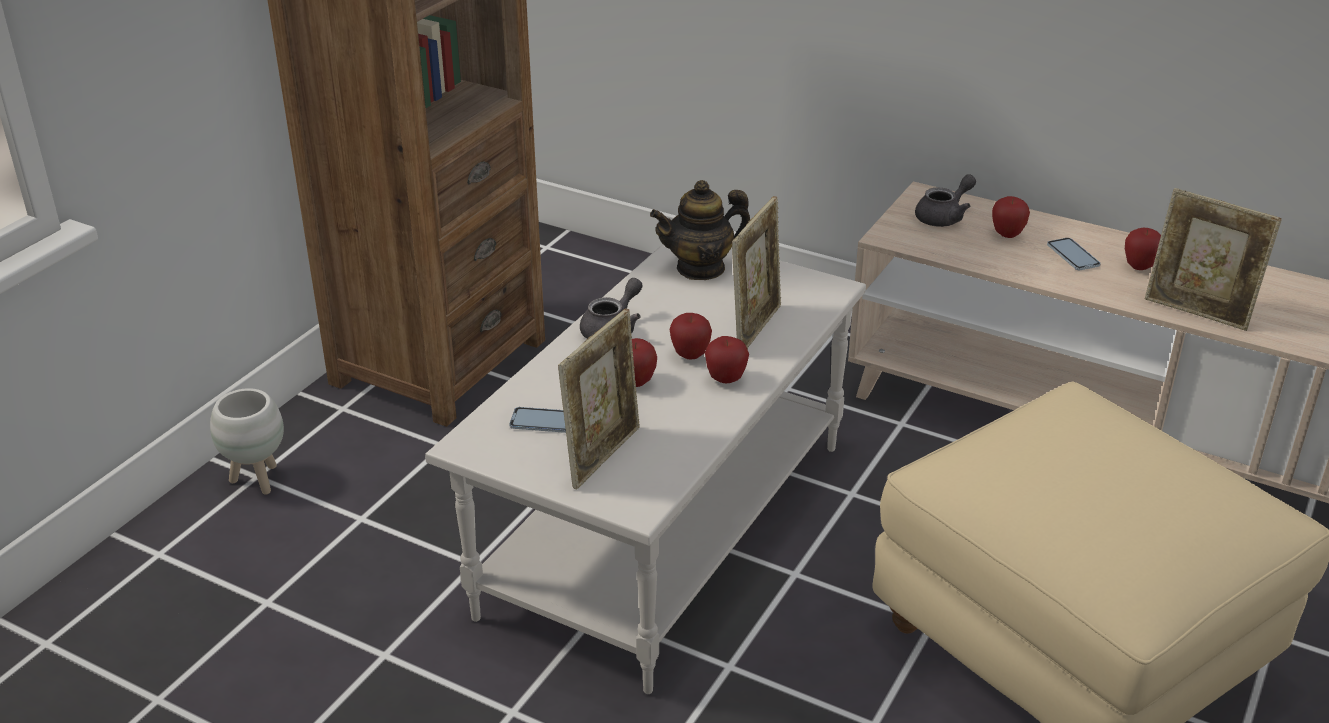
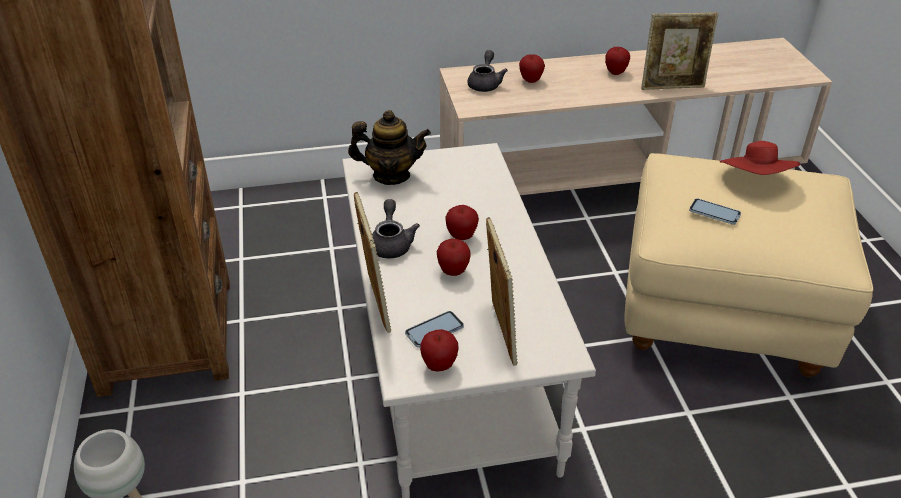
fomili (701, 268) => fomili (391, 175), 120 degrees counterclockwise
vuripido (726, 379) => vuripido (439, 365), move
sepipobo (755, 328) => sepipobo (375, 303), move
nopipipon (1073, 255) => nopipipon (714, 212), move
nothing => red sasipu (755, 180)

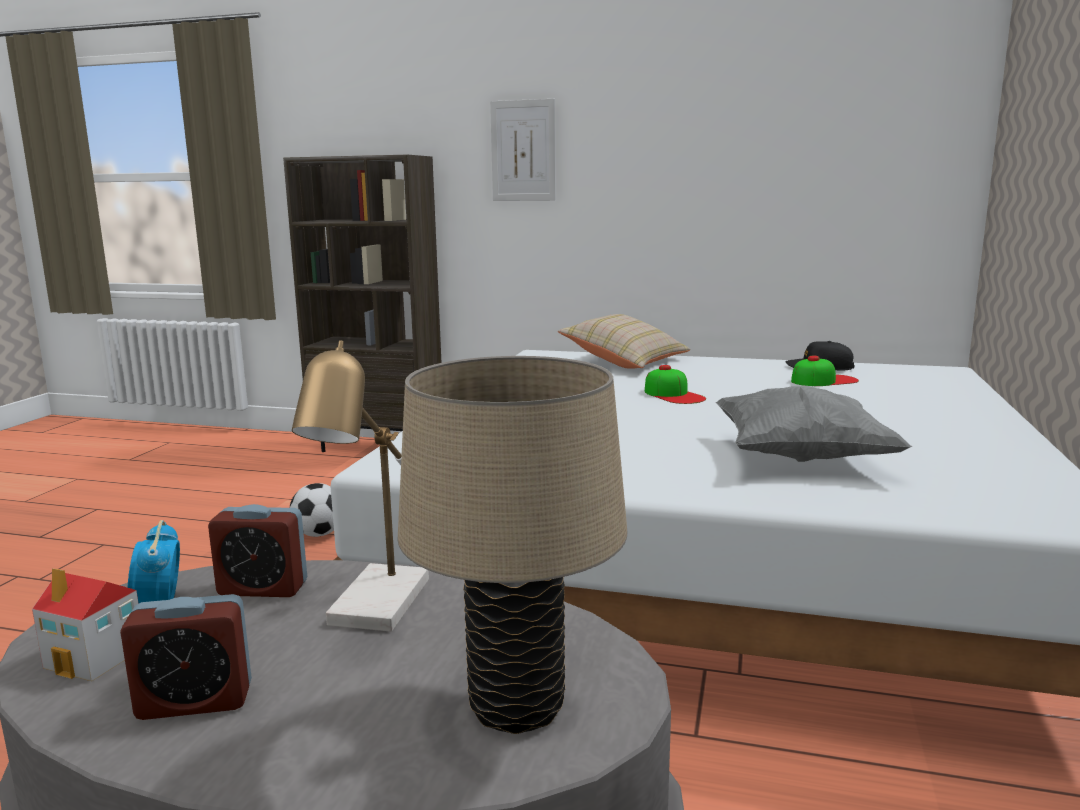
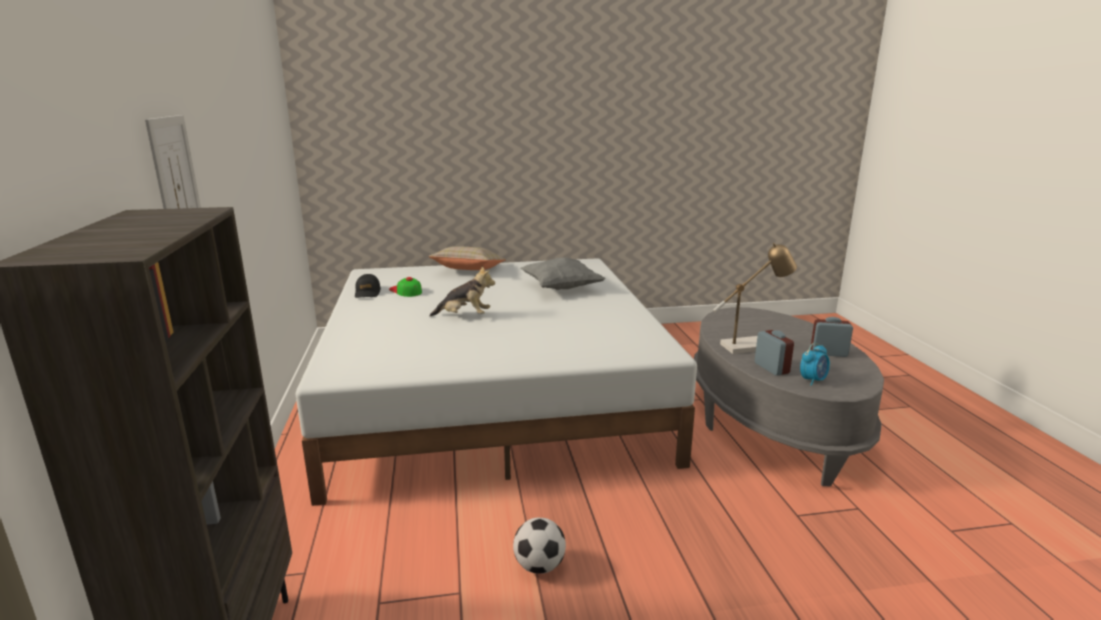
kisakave (96, 657) => nothing
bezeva (195, 701) => bezeva (828, 353), 45 degrees counterclockwise
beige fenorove (517, 707) => nothing
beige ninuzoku (624, 362) => beige ninuzoku (468, 271), move
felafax (674, 395) => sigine (464, 316)

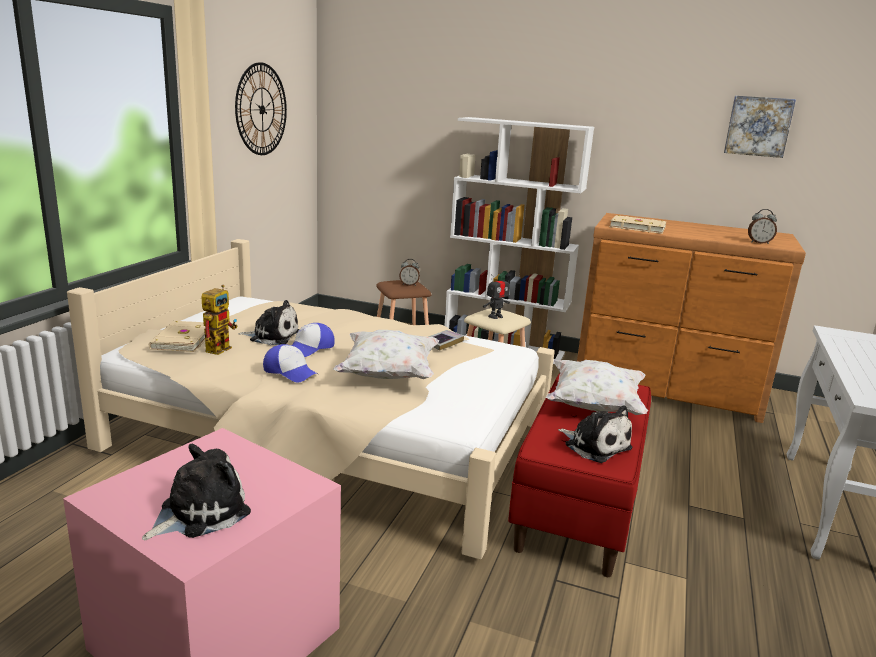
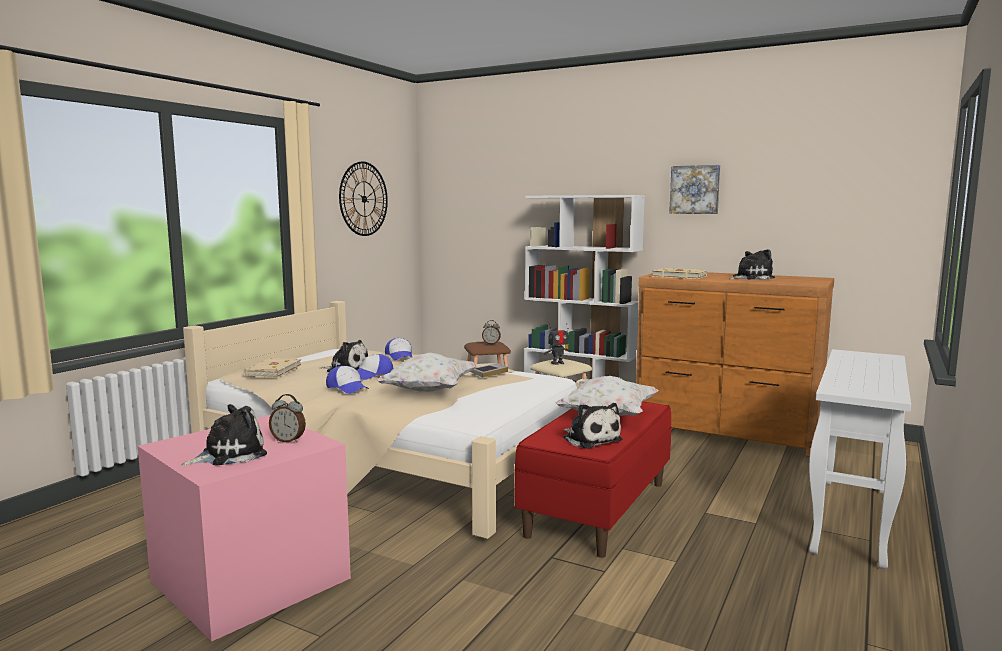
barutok (220, 347) => nothing
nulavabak (758, 126) => nulavabak (695, 189), move
bezeva (759, 242) => bezeva (288, 440), move
nothing => felafax (400, 356)
nothing => sigine (750, 278)

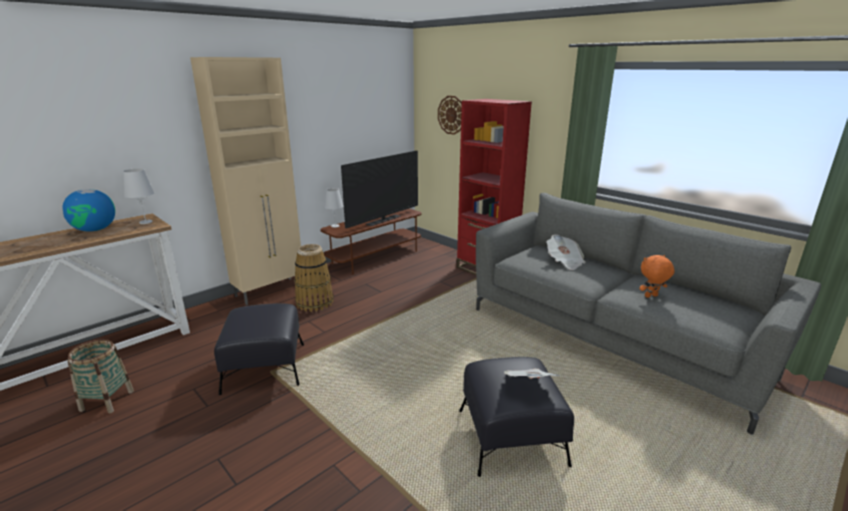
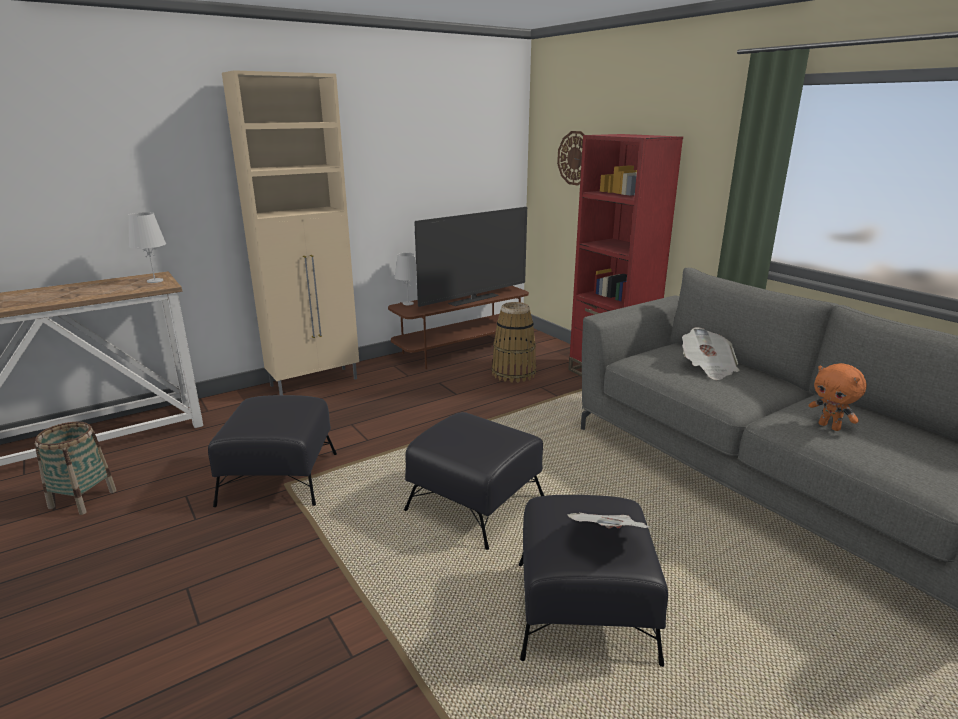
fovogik (95, 230) => nothing
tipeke (315, 302) => tipeke (514, 373), move
orange sigine (651, 296) => orange sigine (830, 427), 120 degrees counterclockwise
nothing => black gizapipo (475, 504)

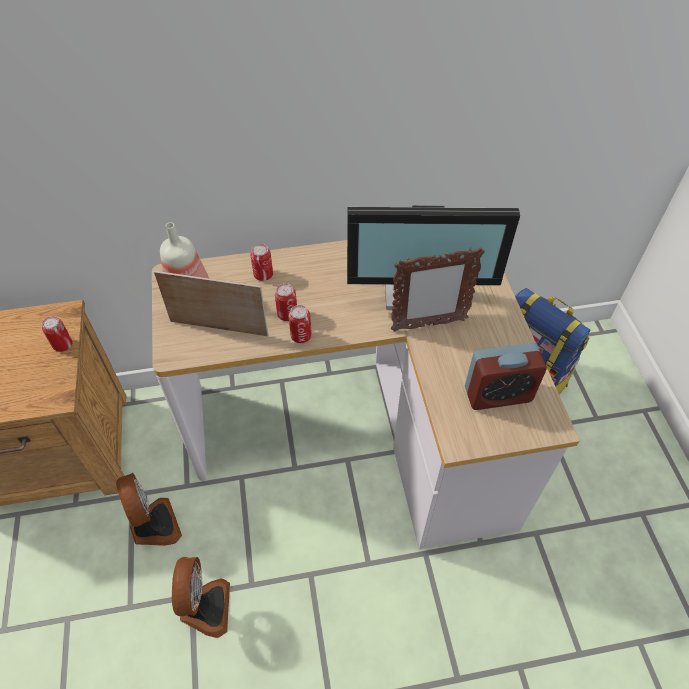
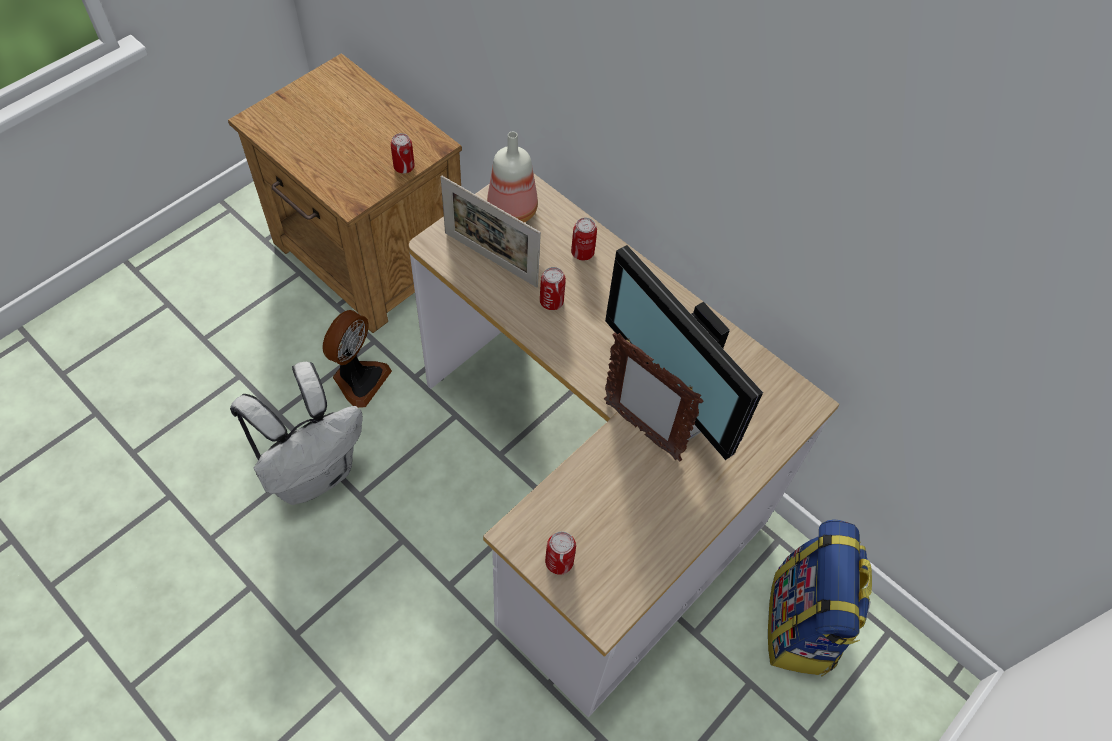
sepipobo (219, 328) => sepipobo (490, 259), 150 degrees clockwise
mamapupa (204, 608) => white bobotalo (314, 472)
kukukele (301, 336) => kukukele (559, 562), move
bezeva (497, 394) => nothing

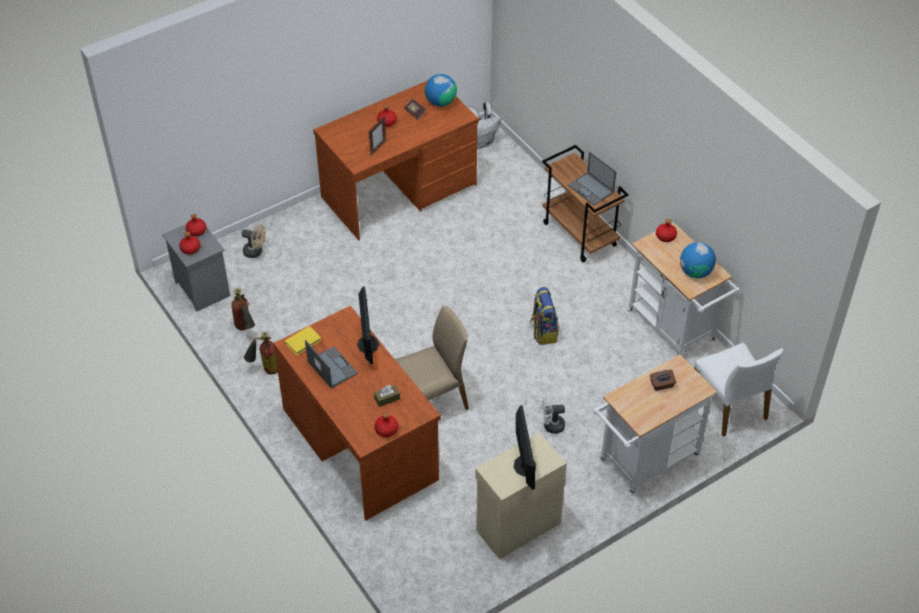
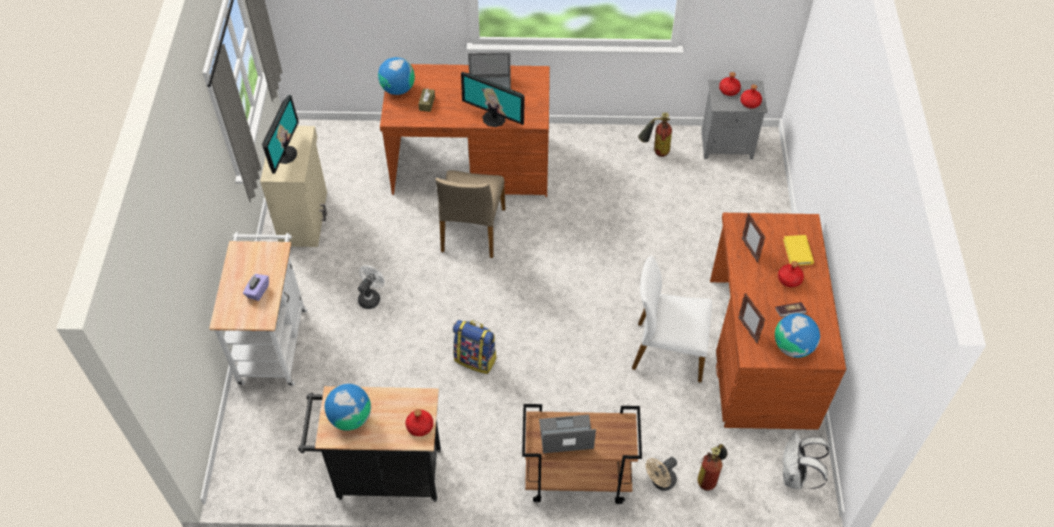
beige mamapupa (255, 252) => beige mamapupa (660, 482), move
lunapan (265, 369) => lunapan (710, 476), move
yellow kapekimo (303, 342) => yellow kapekimo (798, 251), move
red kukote (386, 429) => fovogik (398, 89)
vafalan (524, 466) => vafalan (285, 154), 105 degrees counterclockwise
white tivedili (675, 329) => black tivedili (382, 474)
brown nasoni (662, 385) => purple nasoni (257, 291)
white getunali (729, 405) => white getunali (668, 350), move
nothing => sepipobo (747, 330)

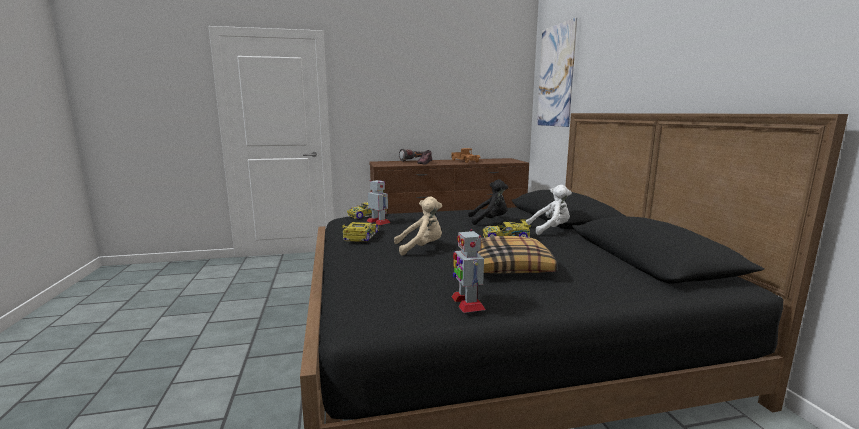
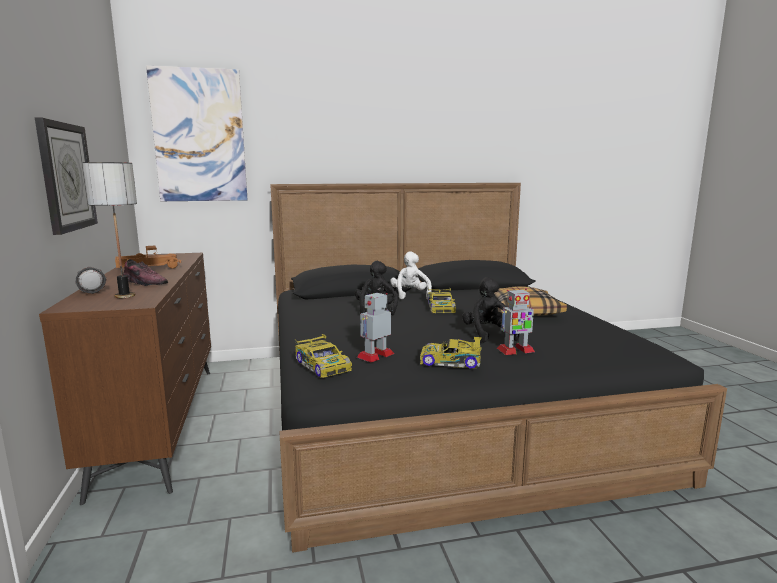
beige sigine (421, 248) => black sigine (488, 334)
barutok (467, 303) => barutok (515, 350), move
nothing => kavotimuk (66, 177)
nothing => fenorove (124, 296)

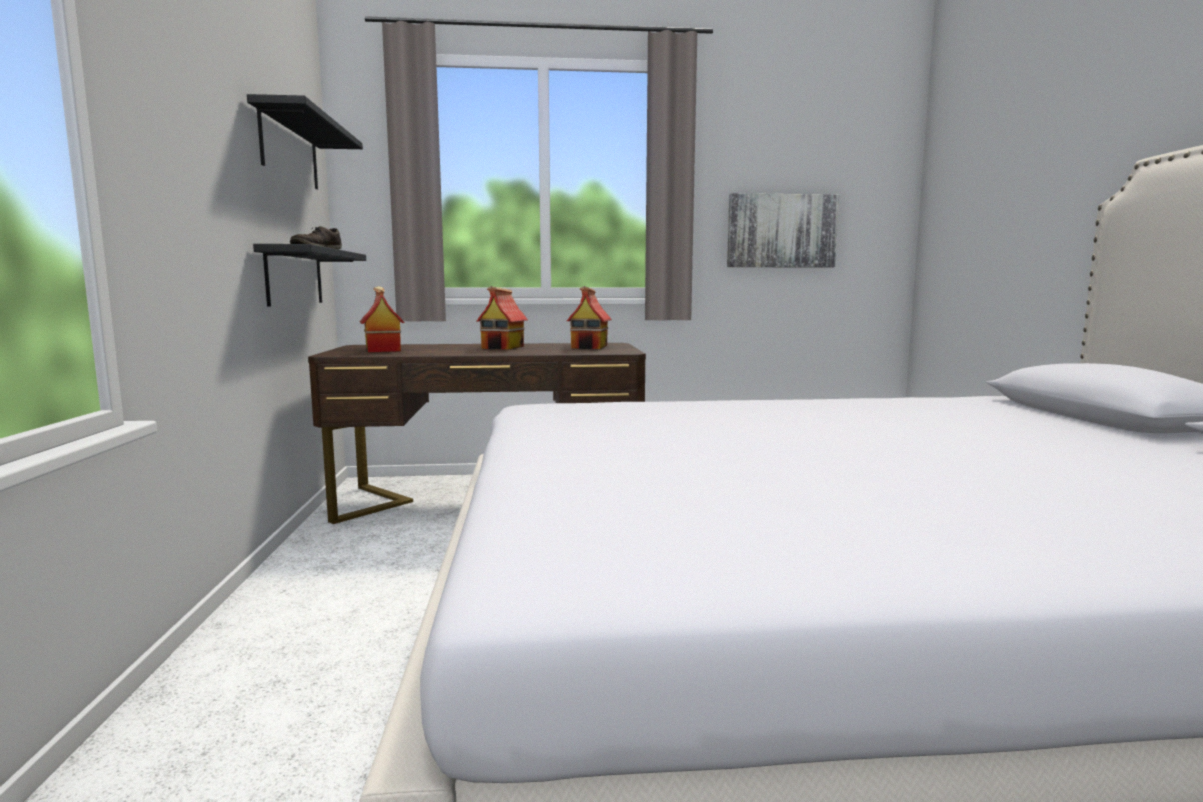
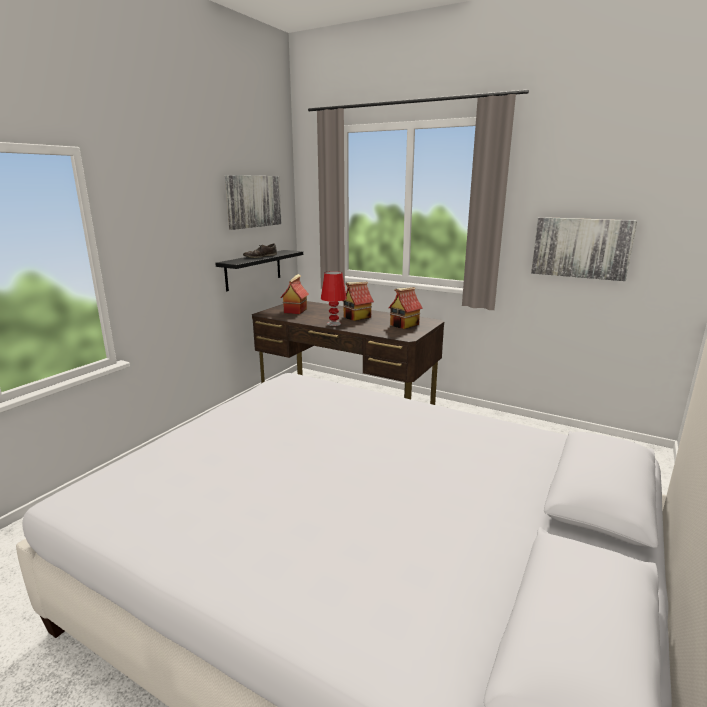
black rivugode (289, 150) => nulavabak (253, 201)
nothing => red fenorove (334, 323)

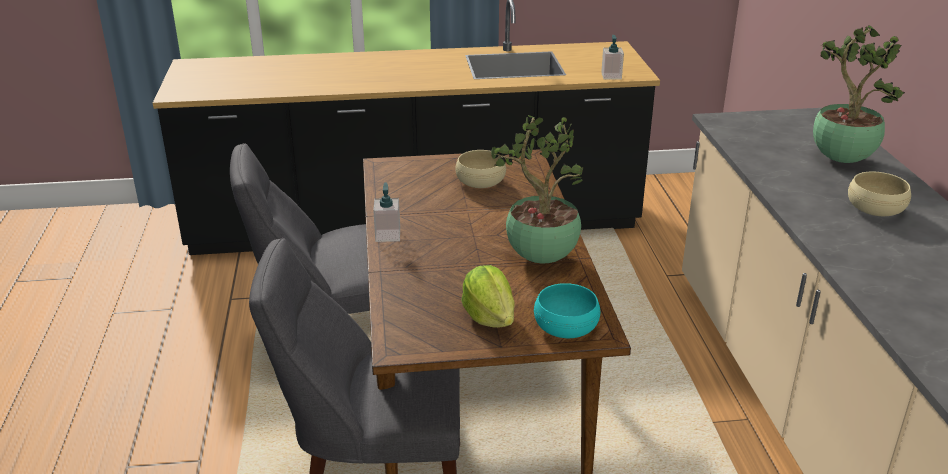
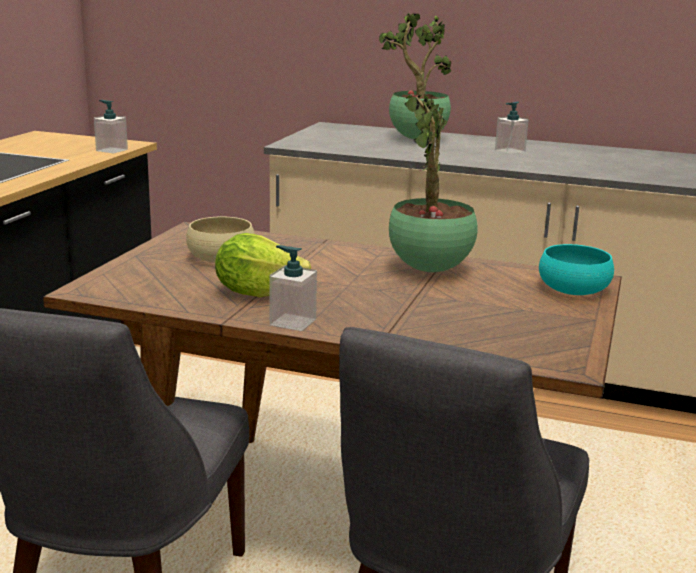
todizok (489, 317) => todizok (257, 292), move
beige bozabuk (875, 209) => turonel (510, 151)

